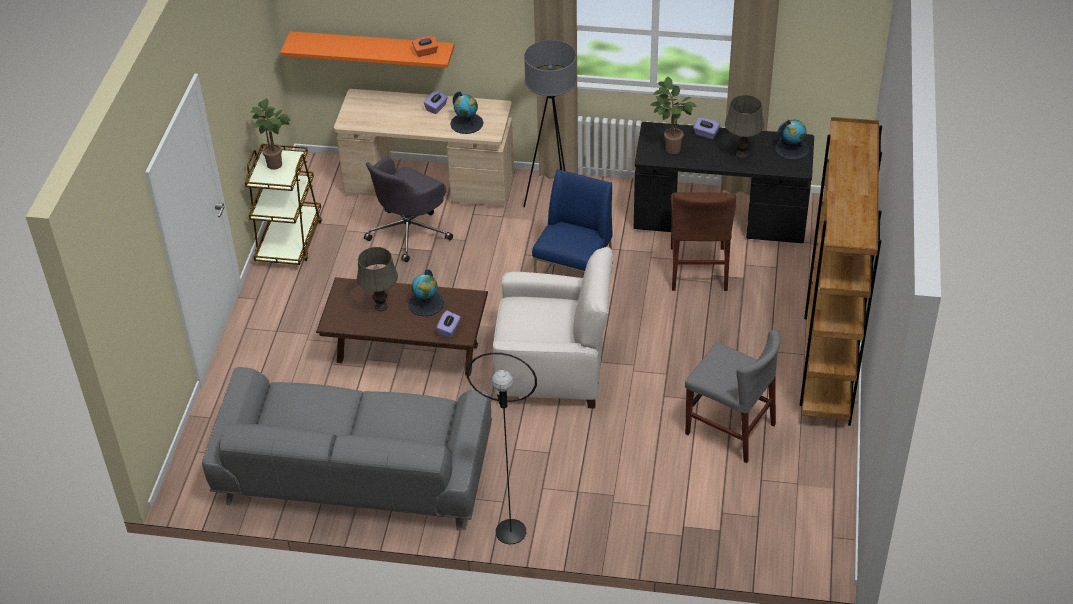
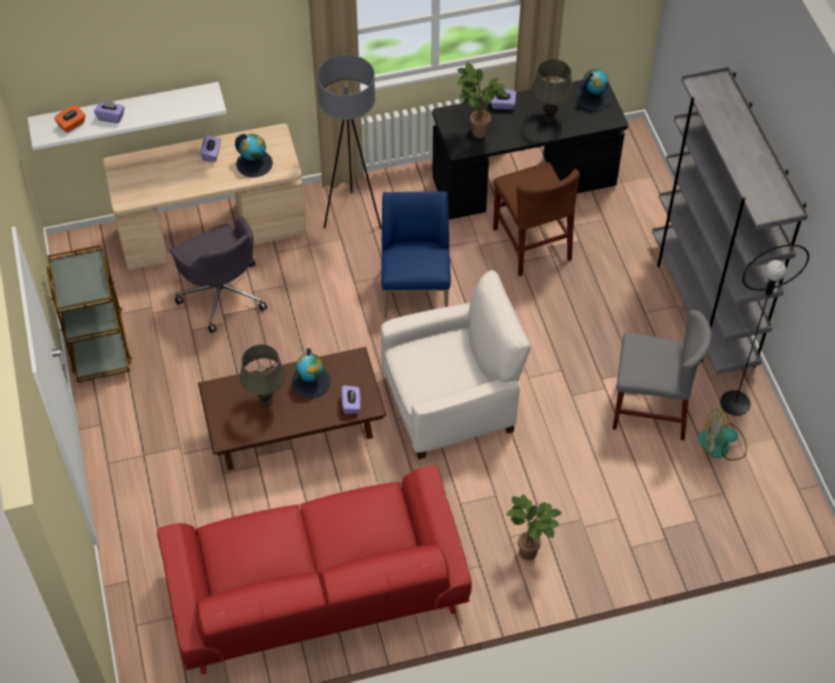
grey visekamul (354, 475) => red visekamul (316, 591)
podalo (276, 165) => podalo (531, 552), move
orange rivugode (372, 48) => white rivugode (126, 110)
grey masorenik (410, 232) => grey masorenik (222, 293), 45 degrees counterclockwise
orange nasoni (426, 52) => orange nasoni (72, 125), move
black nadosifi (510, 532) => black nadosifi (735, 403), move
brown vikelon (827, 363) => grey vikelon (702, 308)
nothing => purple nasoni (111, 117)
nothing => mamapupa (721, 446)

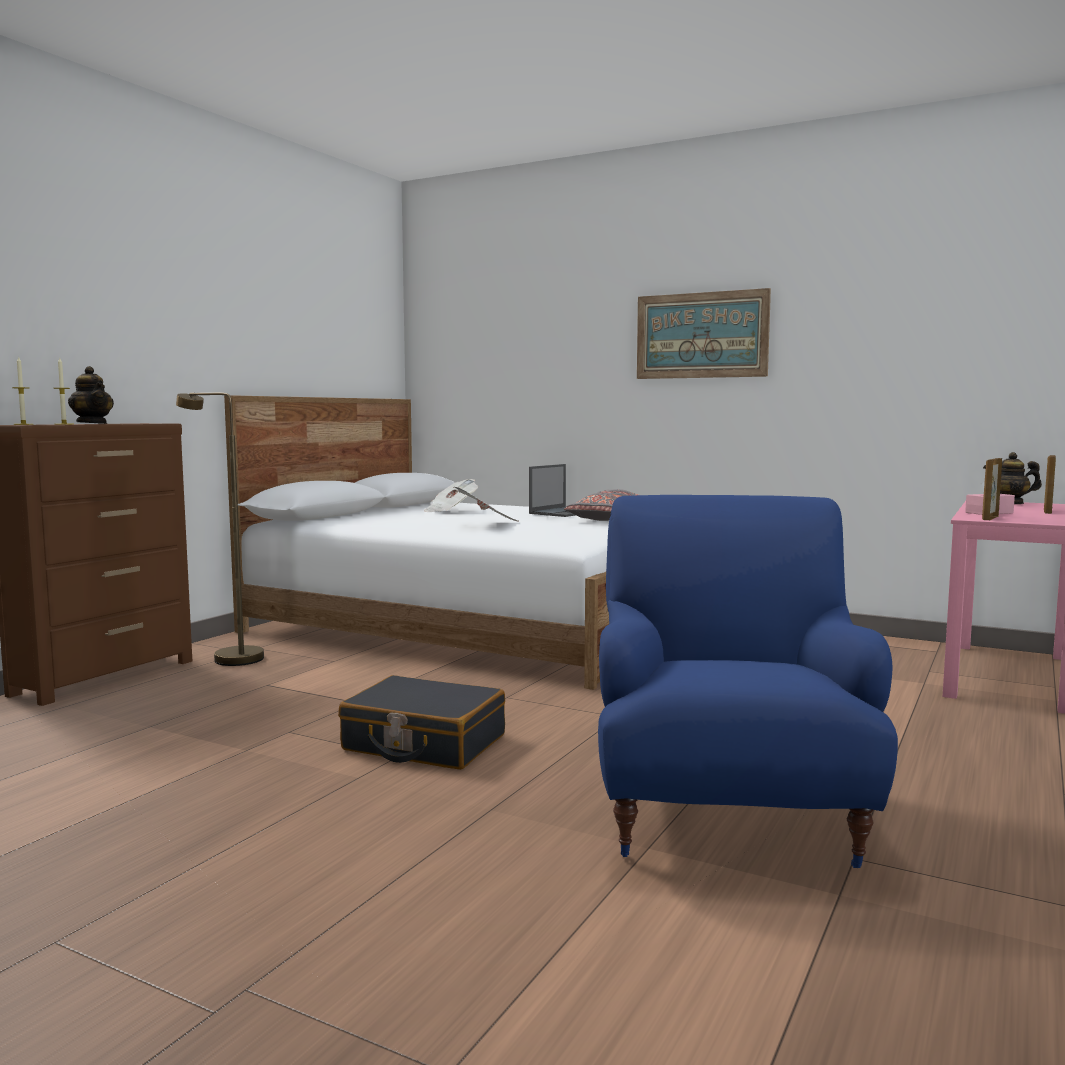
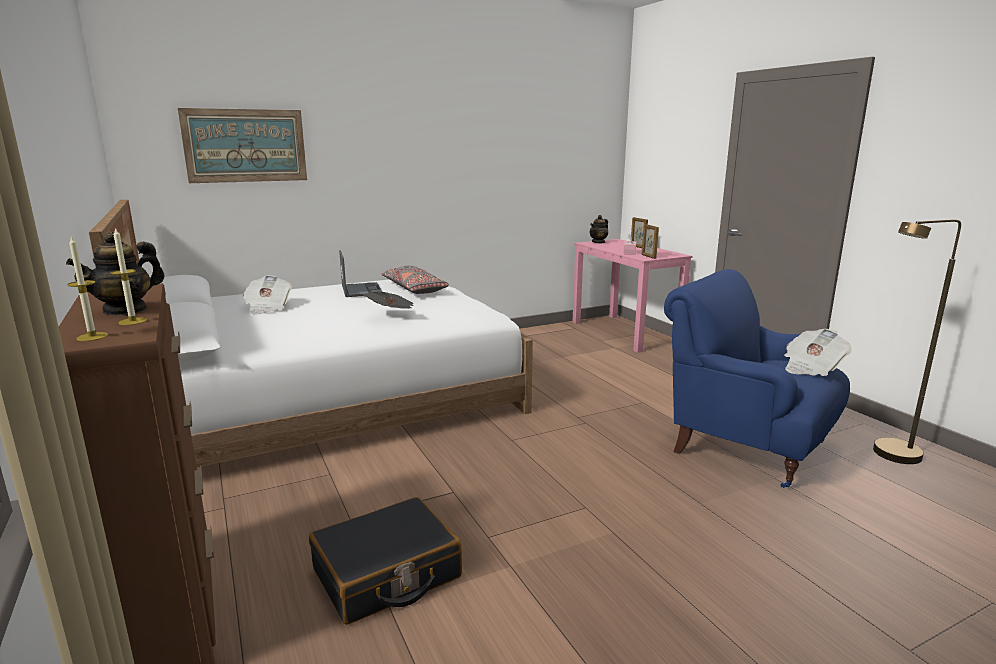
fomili (92, 423) => fomili (125, 310), 135 degrees clockwise
brown nadosifi (229, 657) => brown nadosifi (889, 456), move
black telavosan (424, 743) => black telavosan (387, 574), move
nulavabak (701, 335) => nulavabak (245, 145), move
nothing => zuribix (811, 368)

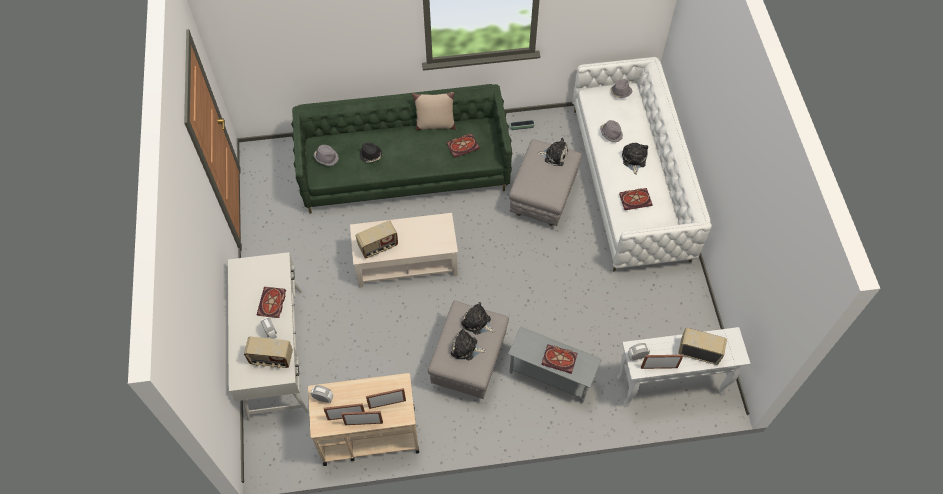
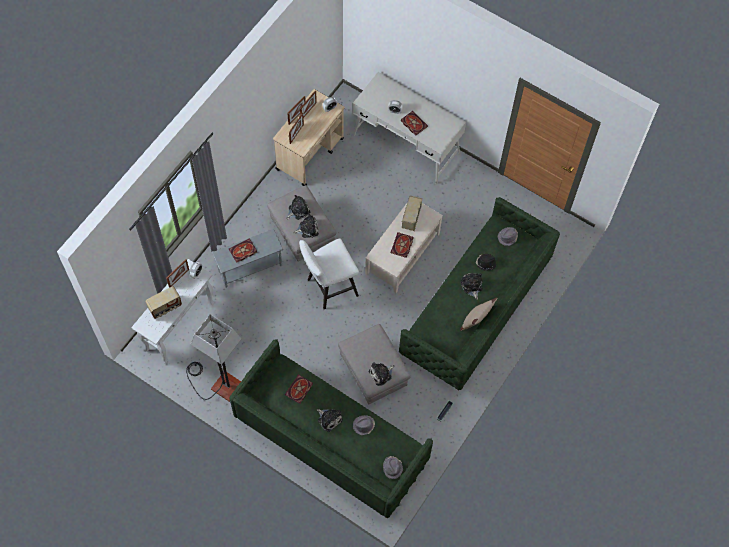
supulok (271, 359) => nothing
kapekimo (463, 145) => kapekimo (402, 246), move
white visekamul (630, 183) => green visekamul (330, 439)
nothing => nadosifi (218, 384)
nothing => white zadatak (329, 288)
nothing => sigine (471, 286)

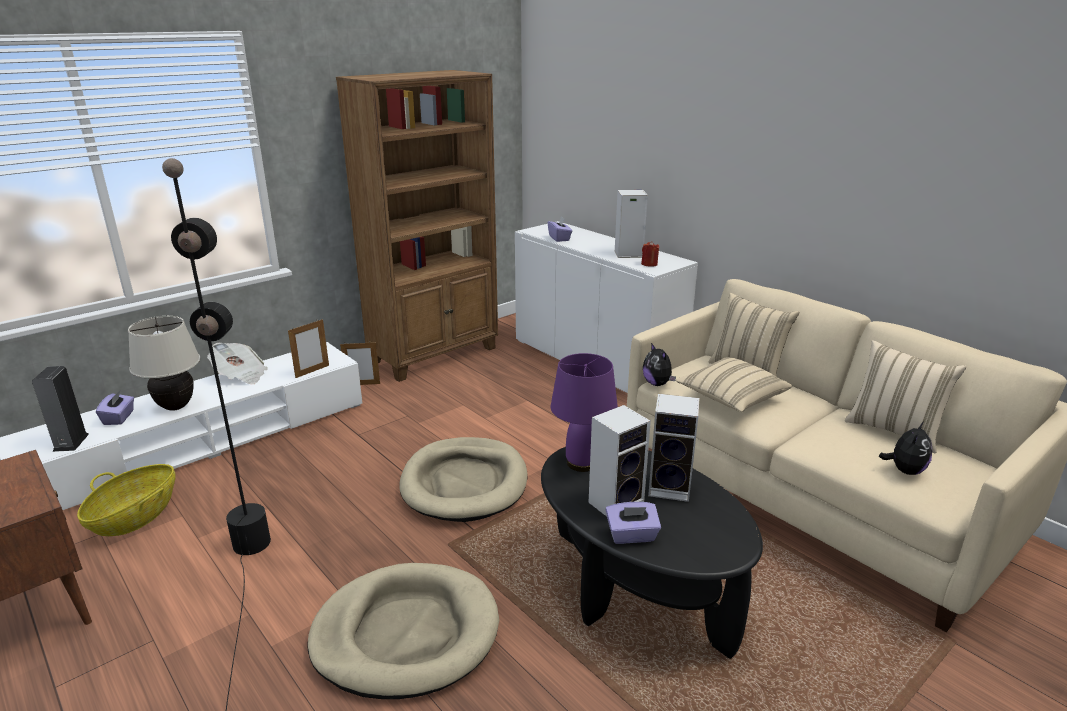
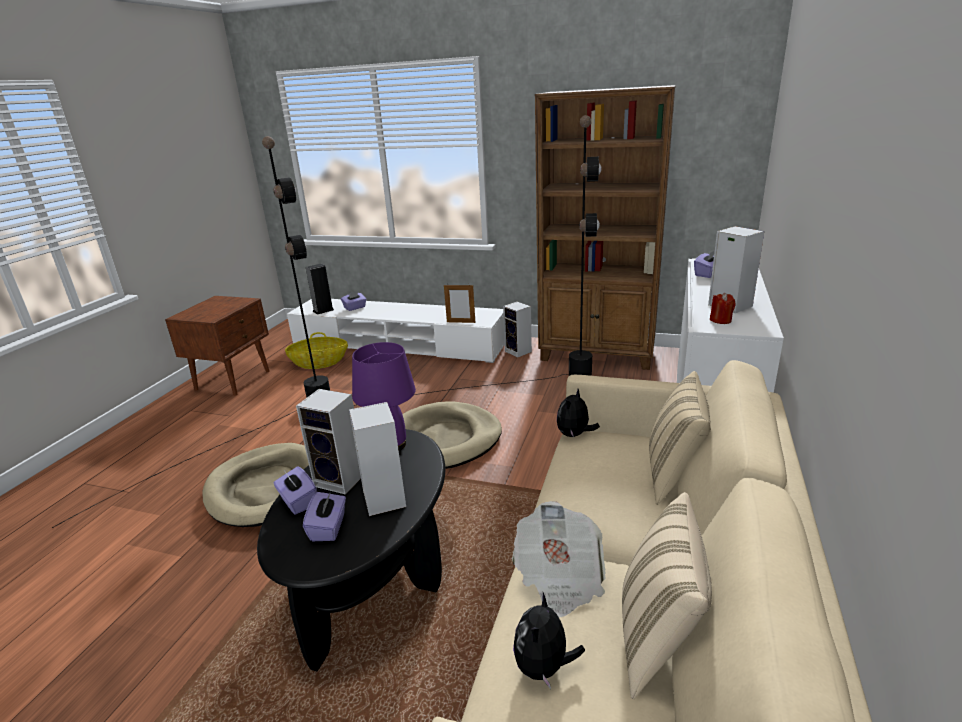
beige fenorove (176, 406) => nothing
zuribix (240, 376) => zuribix (559, 578), move
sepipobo (362, 384) => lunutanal (519, 352)
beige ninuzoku (731, 398) => nothing
sigine (904, 470) => sigine (544, 667), 105 degrees clockwise
nothing => purple nasoni (329, 528)
nothing => black nadosifi (518, 383)

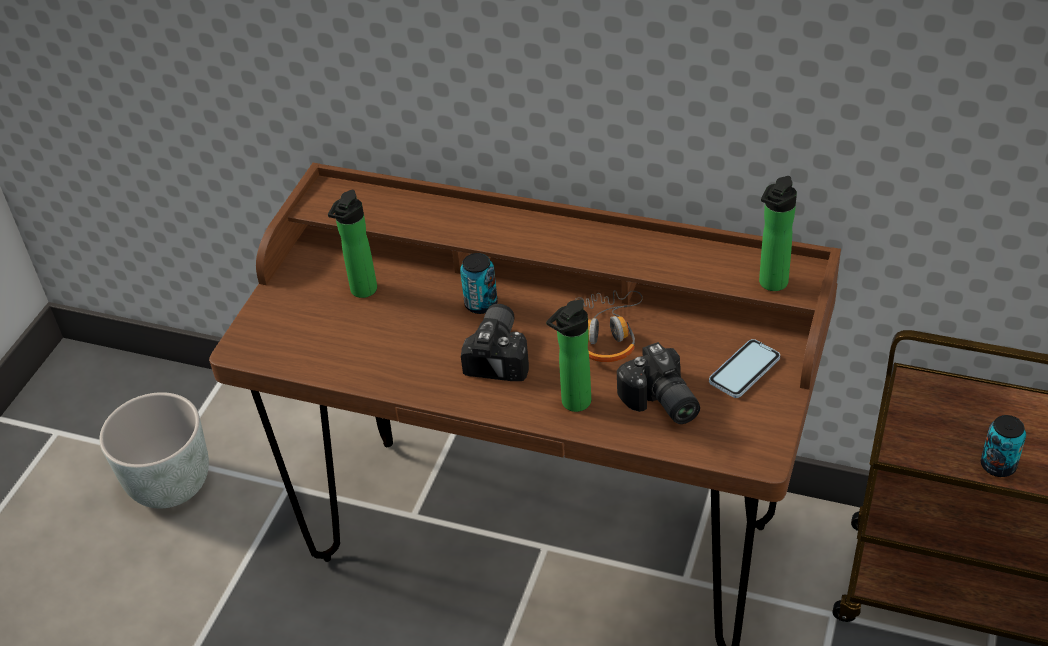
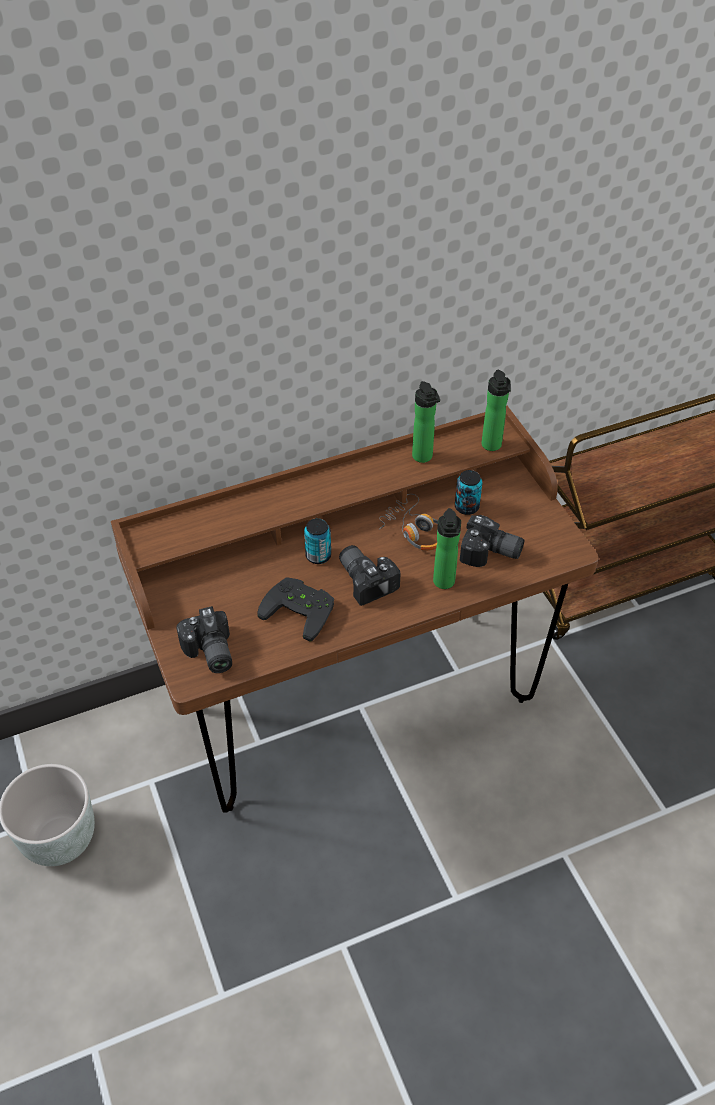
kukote (362, 292) => kukote (423, 458), move
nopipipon (744, 370) => nothing
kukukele (998, 465) => kukukele (466, 507), move
nothing => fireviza (208, 653)
nothing => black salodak (301, 609)

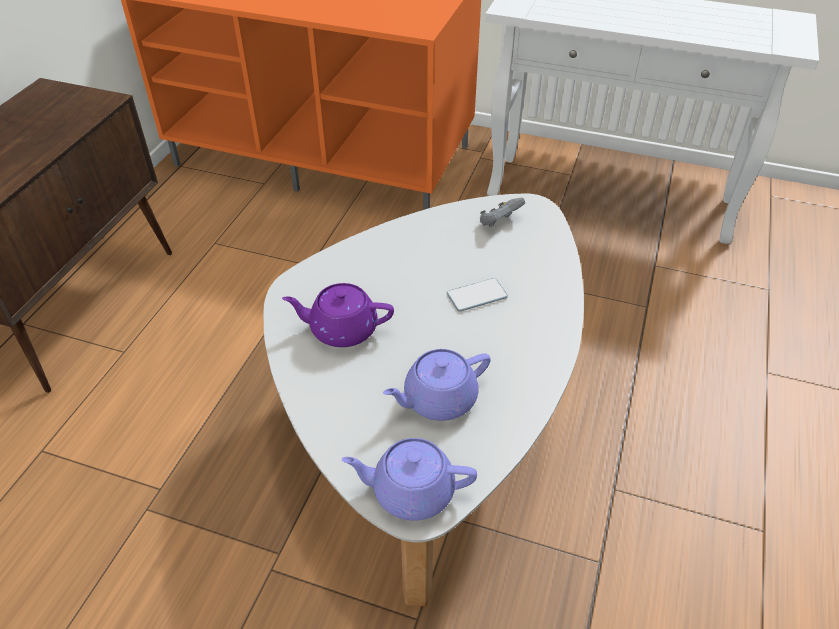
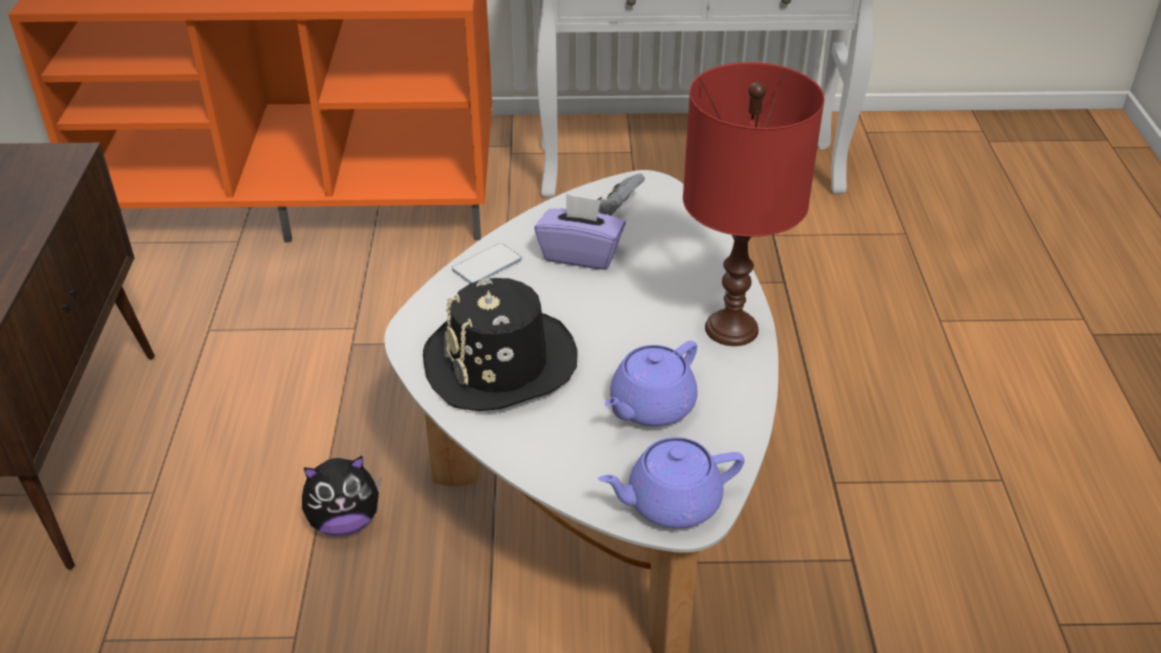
purple fomili (342, 329) => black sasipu (500, 363)
nopipipon (477, 296) => nopipipon (487, 265), move
nothing => sigine (345, 521)
nothing => purple nasoni (580, 254)
nothing => red fenorove (732, 328)

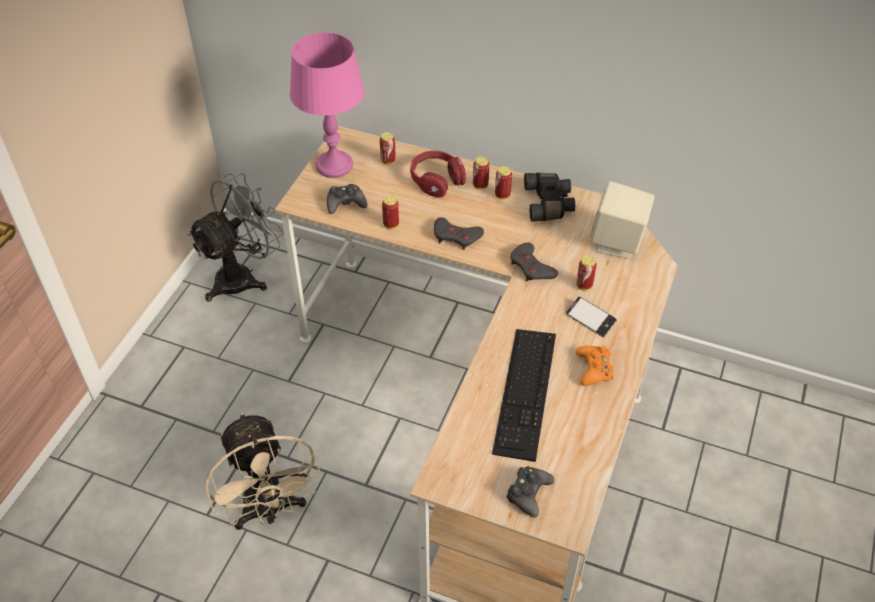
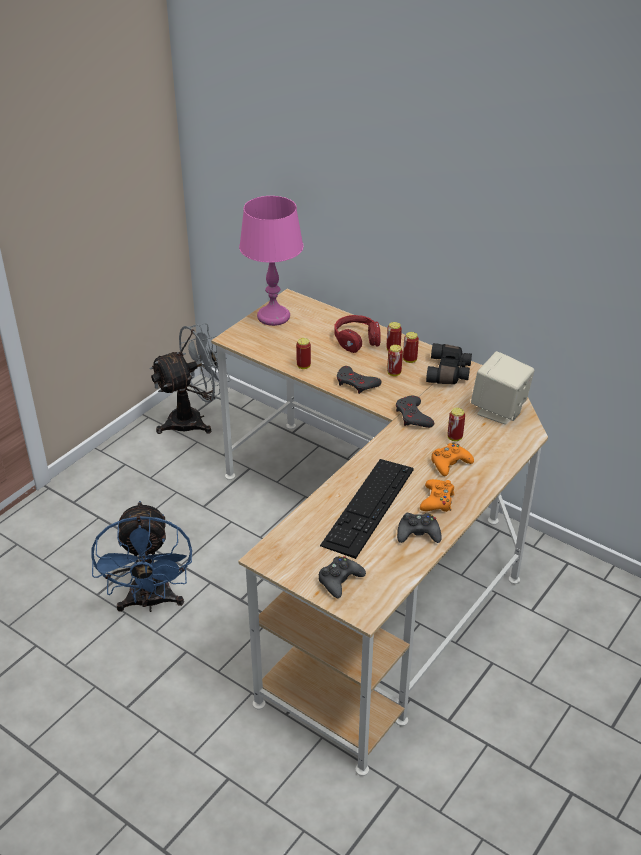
beige mamapupa (269, 511) => blue mamapupa (150, 602)
black salodak (345, 203) => black salodak (418, 533), move
kukukele (388, 161) => kukukele (394, 373), move
nopipipon (590, 319) => orange salodak (450, 463)

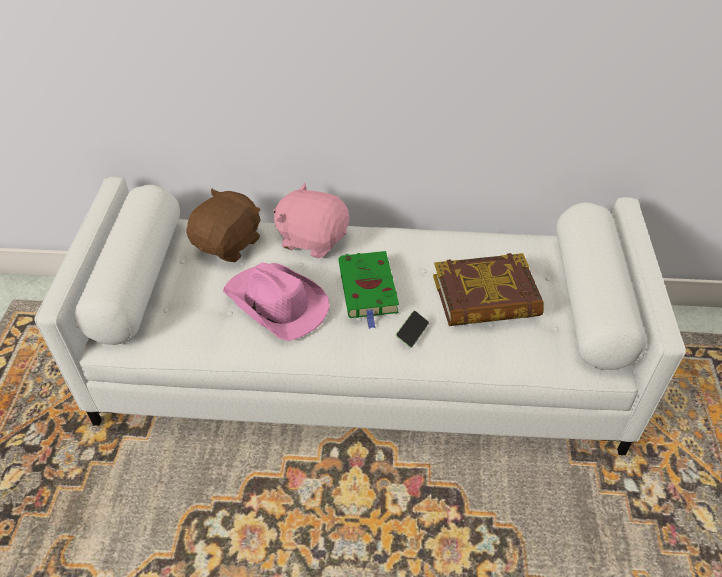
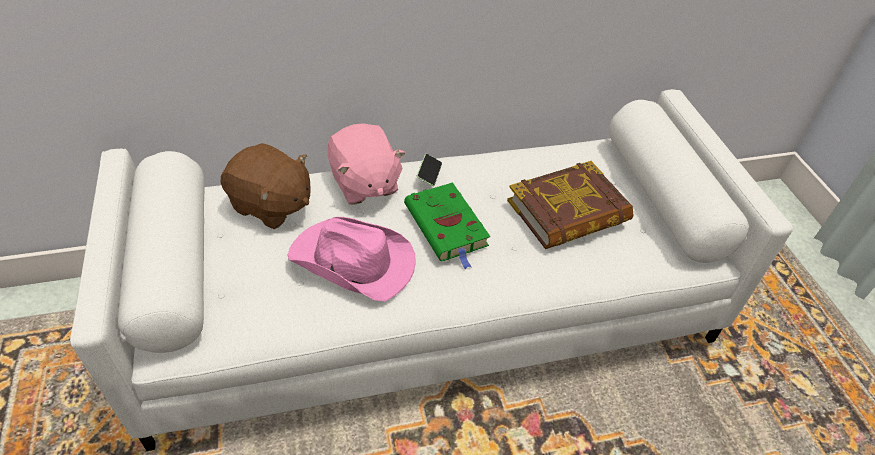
brown sigine (229, 244) => brown sigine (271, 205), 105 degrees clockwise
pink sigine (312, 239) => pink sigine (364, 184), 120 degrees counterclockwise
nopipipon (412, 333) => nopipipon (429, 174), move

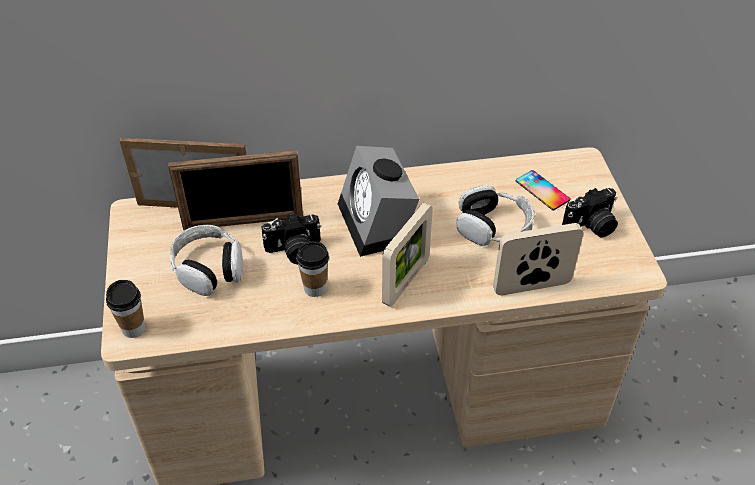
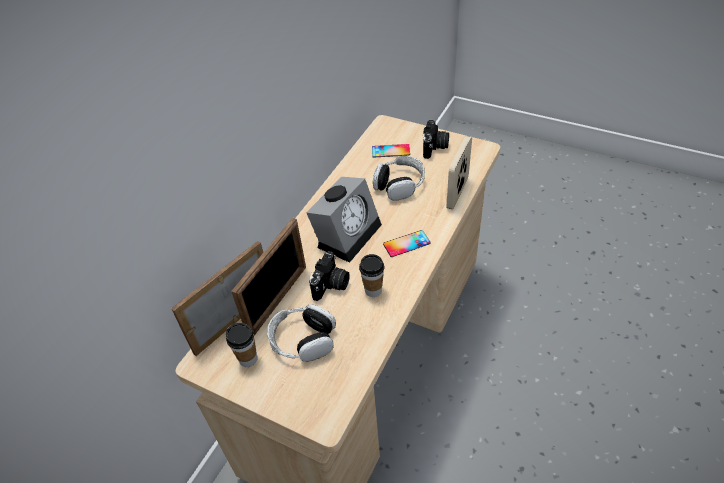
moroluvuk (133, 328) => moroluvuk (248, 359), move
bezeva (377, 224) => bezeva (348, 233), 75 degrees counterclockwise
sepipobo (406, 281) => nopipipon (406, 244)

